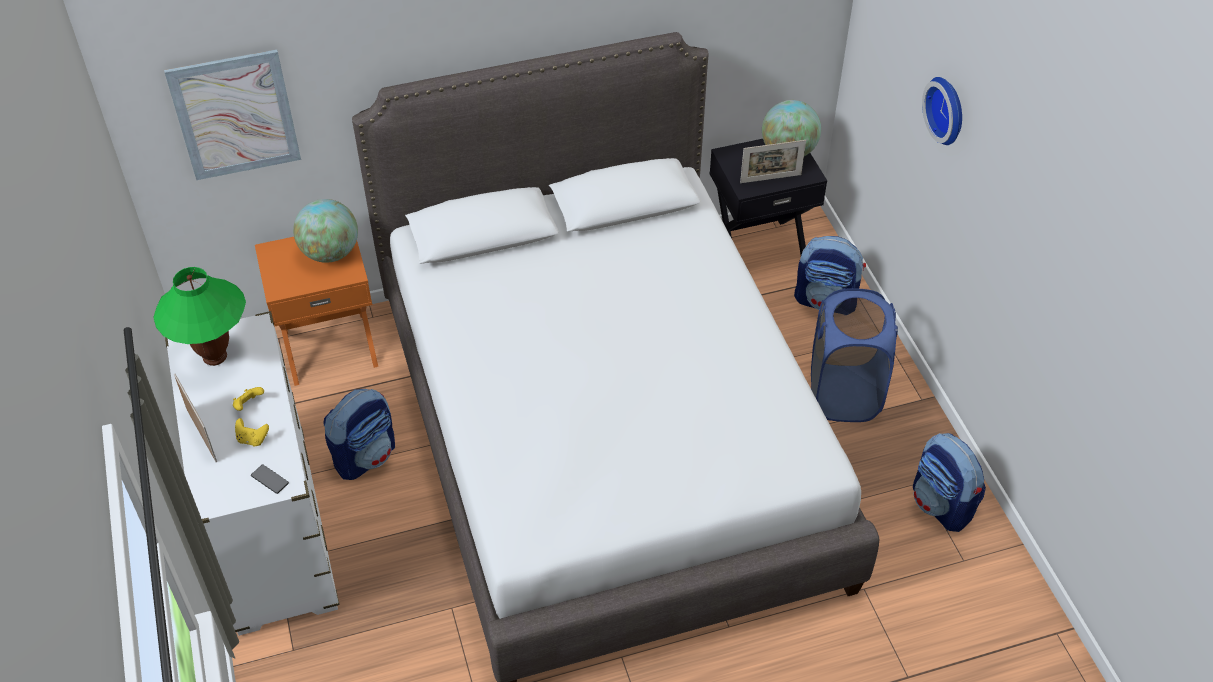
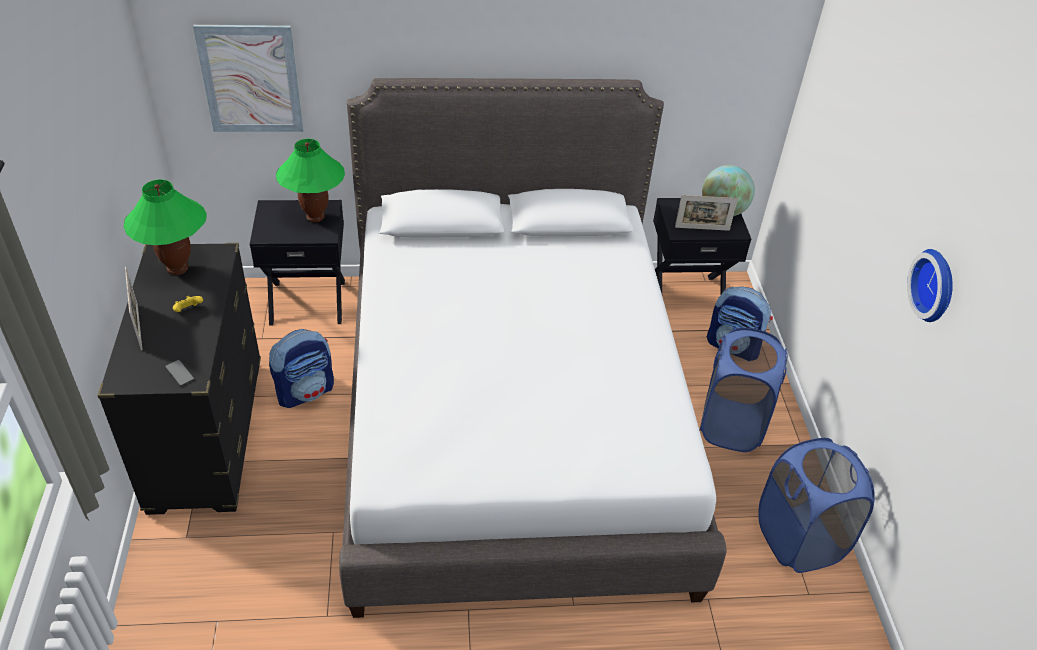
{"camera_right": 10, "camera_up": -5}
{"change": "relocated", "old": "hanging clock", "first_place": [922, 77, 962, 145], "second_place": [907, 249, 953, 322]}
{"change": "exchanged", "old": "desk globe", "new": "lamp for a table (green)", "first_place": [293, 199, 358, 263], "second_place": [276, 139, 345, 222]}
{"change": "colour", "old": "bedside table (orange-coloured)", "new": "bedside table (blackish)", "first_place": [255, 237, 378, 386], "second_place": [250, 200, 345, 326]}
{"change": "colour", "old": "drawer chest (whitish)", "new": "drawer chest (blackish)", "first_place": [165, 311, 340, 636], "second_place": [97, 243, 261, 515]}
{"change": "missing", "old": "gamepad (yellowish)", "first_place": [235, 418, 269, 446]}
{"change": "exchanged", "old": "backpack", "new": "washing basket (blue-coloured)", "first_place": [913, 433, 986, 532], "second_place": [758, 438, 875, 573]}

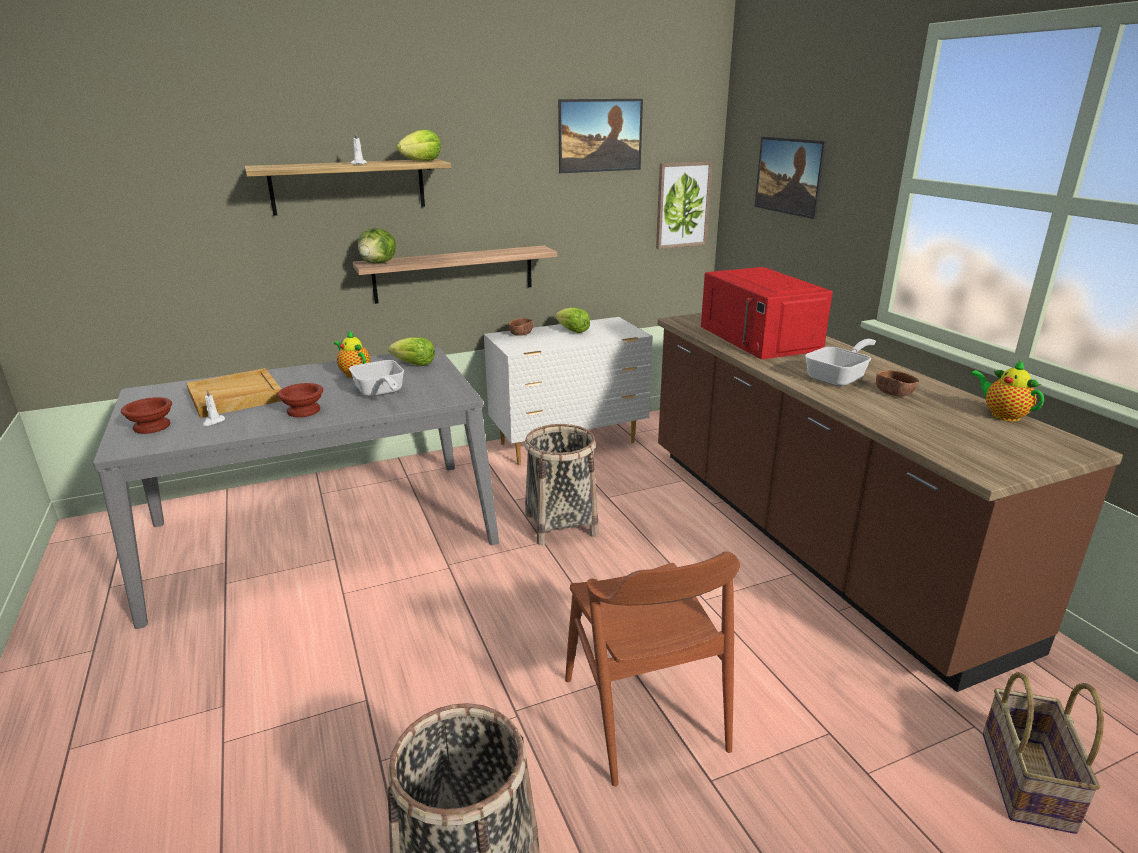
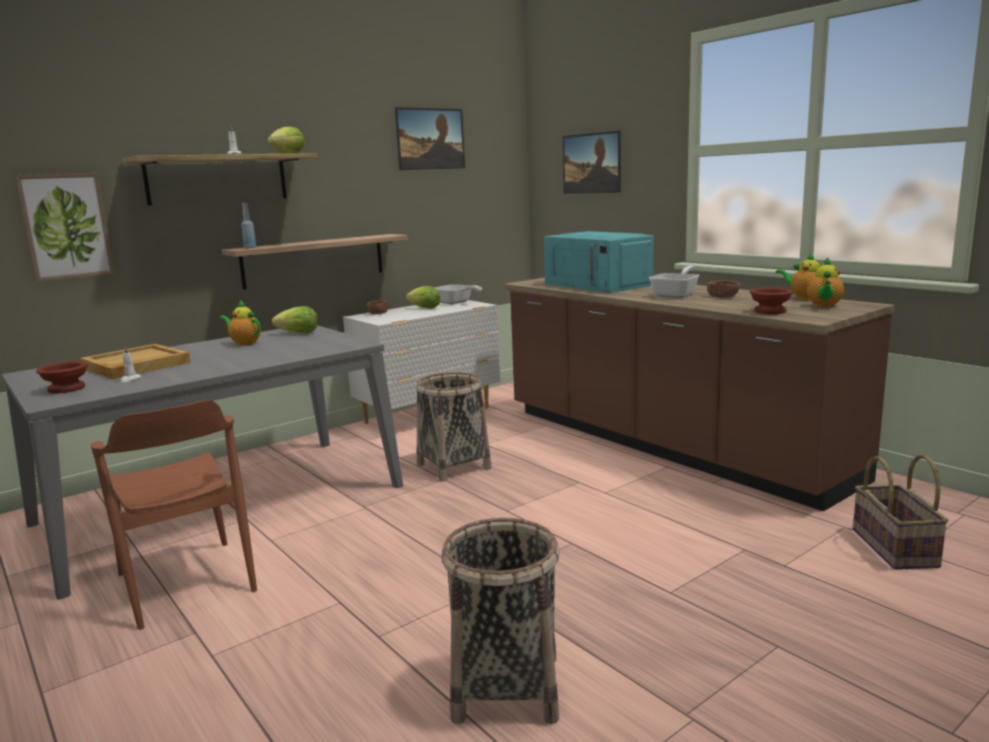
{"camera_right": -15, "camera_up": -10}
{"change": "relocated", "old": "wall art", "first_place": [656, 161, 712, 249], "second_place": [14, 173, 115, 282]}
{"change": "exchanged", "old": "lettuce", "new": "bottle (blue-coloured)", "first_place": [358, 228, 396, 264], "second_place": [241, 203, 256, 248]}
{"change": "colour", "old": "microwave (red)", "new": "microwave (turquoise)", "first_place": [701, 267, 833, 359], "second_place": [544, 231, 654, 293]}
{"change": "relocated", "old": "skillet", "first_place": [349, 360, 404, 397], "second_place": [433, 284, 482, 304]}
{"change": "relocated", "old": "deep dish (brown)", "first_place": [278, 383, 323, 417], "second_place": [750, 287, 793, 314]}
{"change": "relocated", "old": "chair (brown)", "first_place": [565, 551, 740, 786], "second_place": [90, 400, 257, 630]}
{"change": "appeared", "new": "teapot", "second_place": [807, 257, 844, 308]}

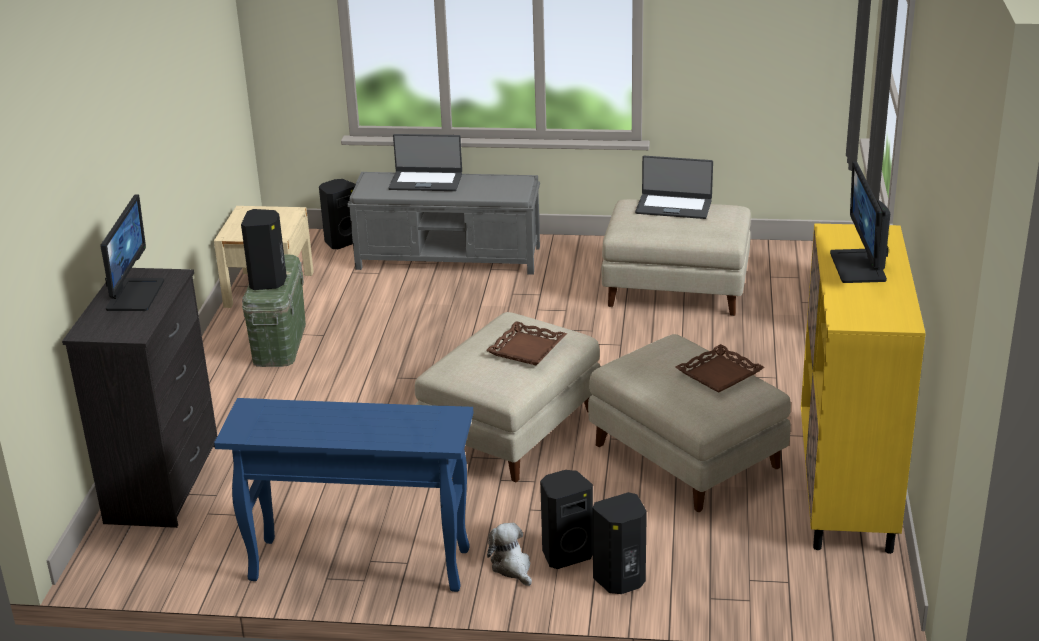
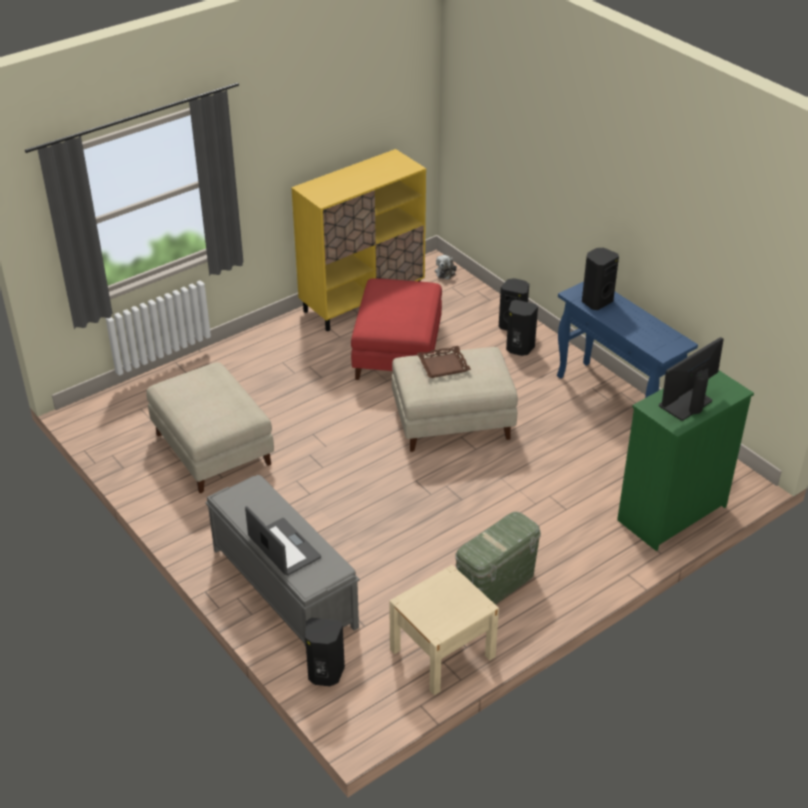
{"camera_right": -135, "camera_up": 10}
{"change": "missing", "old": "portable computer", "first_place": [635, 156, 713, 219]}
{"change": "missing", "old": "monitor", "first_place": [830, 161, 890, 283]}
{"change": "relocated", "old": "loudspeaker (blackish)", "first_place": [241, 209, 287, 290], "second_place": [582, 248, 619, 310]}
{"change": "colour", "old": "drawer chest (blackish)", "new": "drawer chest (green)", "first_place": [62, 268, 217, 528], "second_place": [617, 370, 754, 551]}
{"change": "colour", "old": "ottoman (beige)", "new": "ottoman (red)", "first_place": [588, 334, 791, 512], "second_place": [351, 278, 442, 380]}
{"change": "missing", "old": "carrying tray (brown)", "first_place": [675, 344, 765, 393]}
{"change": "relocated", "old": "plush toy", "first_place": [487, 523, 532, 586], "second_place": [435, 255, 457, 280]}

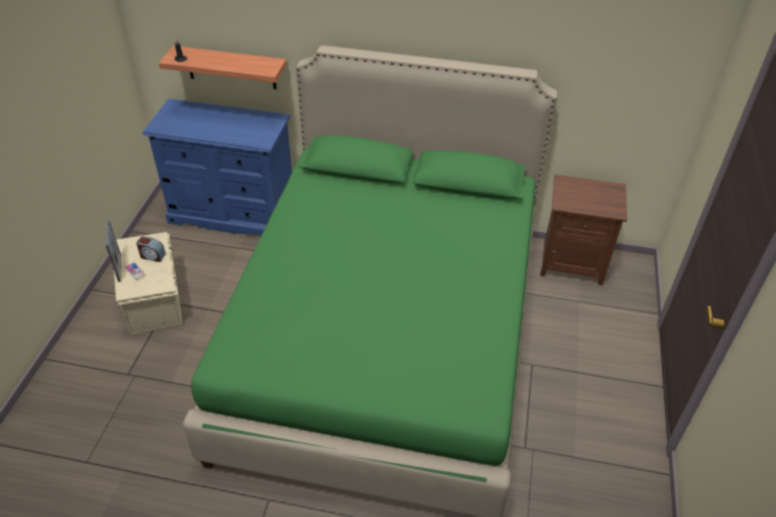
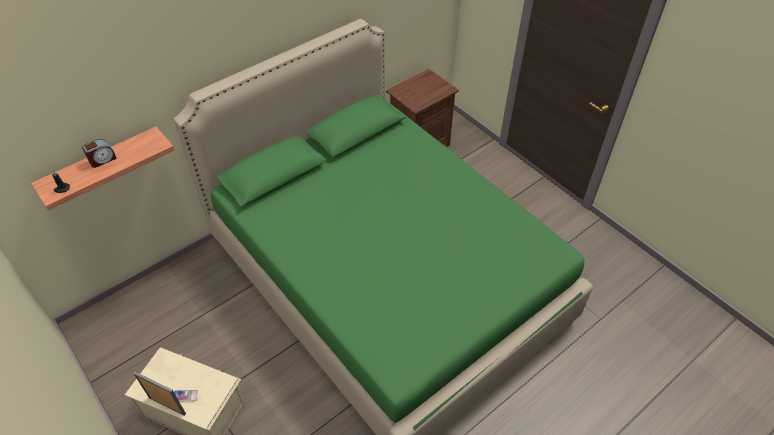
{"camera_right": -50, "camera_up": 5}
{"change": "missing", "old": "drawer chest (blue-coloured)", "first_place": [143, 99, 292, 235]}
{"change": "relocated", "old": "alarm clock", "first_place": [136, 236, 166, 262], "second_place": [82, 139, 117, 168]}

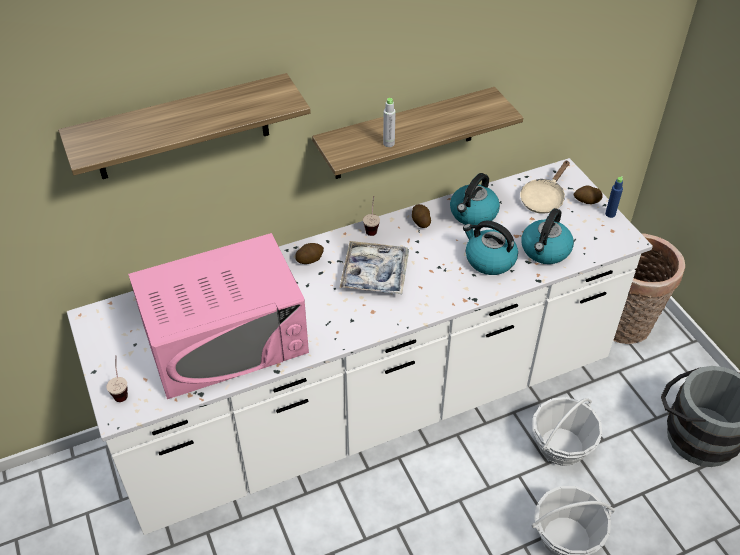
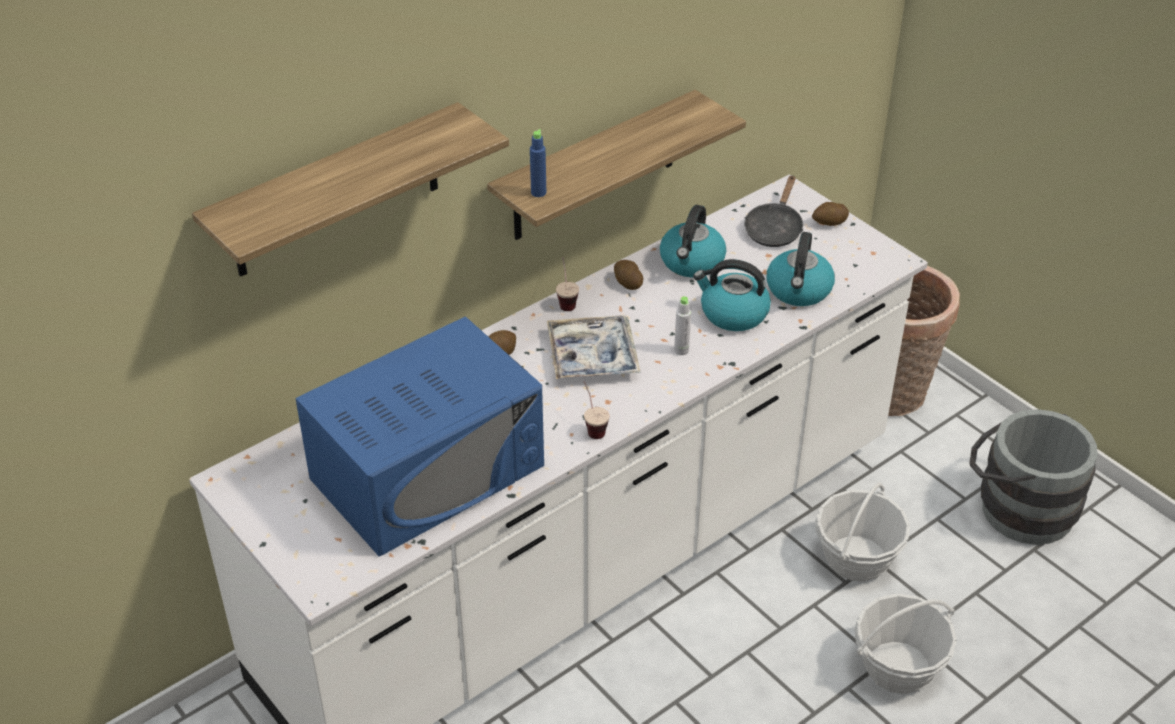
{"camera_right": -15, "camera_up": -5}
{"change": "relocated", "old": "bottle (gray)", "first_place": [383, 98, 396, 147], "second_place": [674, 296, 691, 355]}
{"change": "colour", "old": "skillet (beige)", "new": "skillet (blackish)", "first_place": [520, 160, 569, 214], "second_place": [744, 175, 803, 247]}
{"change": "relocated", "old": "bottle (blue-coloured)", "first_place": [605, 176, 623, 218], "second_place": [530, 129, 546, 197]}
{"change": "colour", "old": "microwave (pink)", "new": "microwave (blue-coloured)", "first_place": [128, 233, 309, 399], "second_place": [295, 316, 544, 556]}
{"change": "relocated", "old": "drinking cup", "first_place": [106, 355, 128, 402], "second_place": [584, 381, 610, 439]}

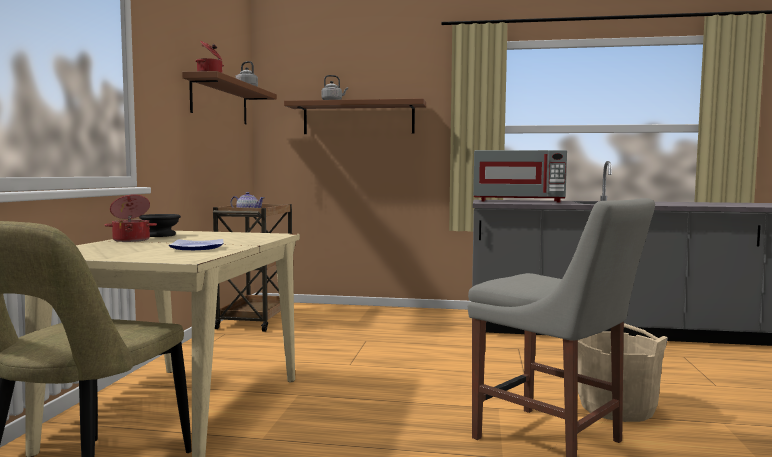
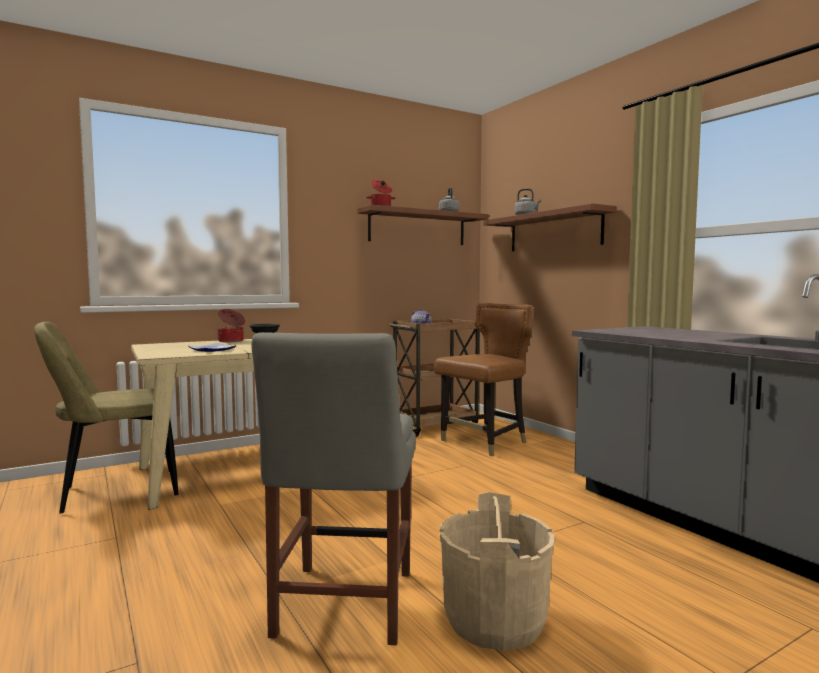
{"camera_right": 50, "camera_up": 0}
{"change": "missing", "old": "microwave (gray)", "first_place": [473, 150, 567, 203]}
{"change": "appeared", "new": "chair (brown)", "second_place": [434, 303, 533, 456]}

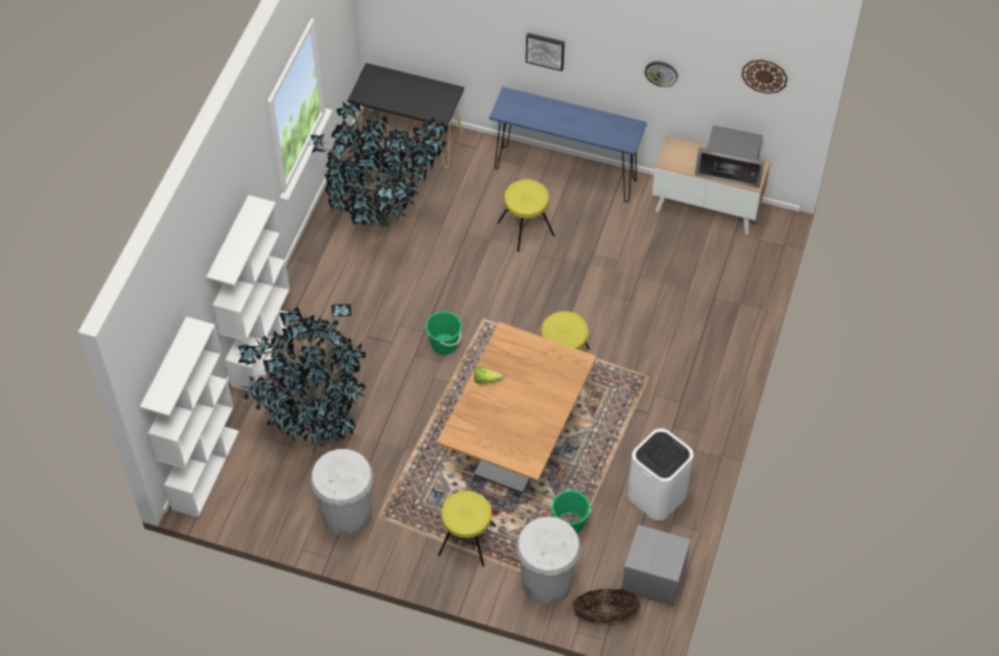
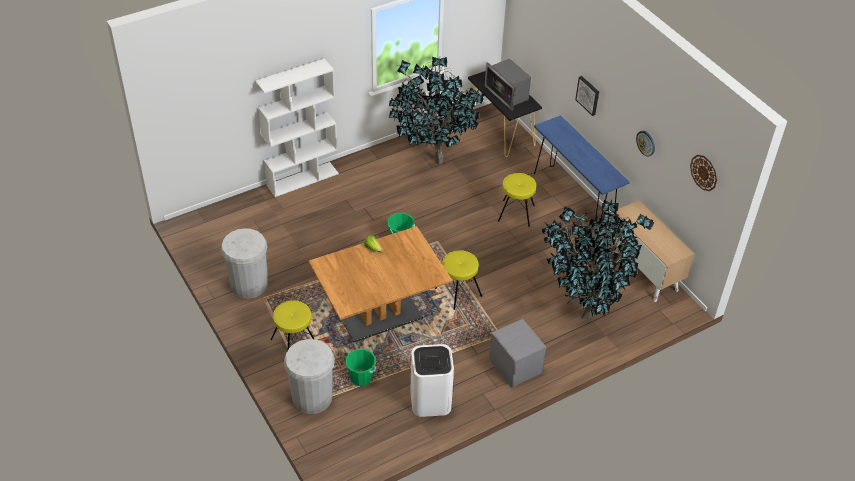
{"camera_right": 40, "camera_up": -10}
{"change": "relocated", "old": "microwave", "first_place": [695, 125, 765, 189], "second_place": [485, 58, 531, 111]}
{"change": "relocated", "old": "plant in a pot", "first_place": [237, 304, 366, 452], "second_place": [542, 199, 654, 319]}
{"change": "missing", "old": "bookshelf (whitish)", "first_place": [140, 317, 239, 518]}
{"change": "relocated", "old": "bedside table (gray)", "first_place": [622, 524, 691, 606], "second_place": [489, 319, 546, 388]}
{"change": "missing", "old": "basket", "first_place": [573, 588, 640, 623]}

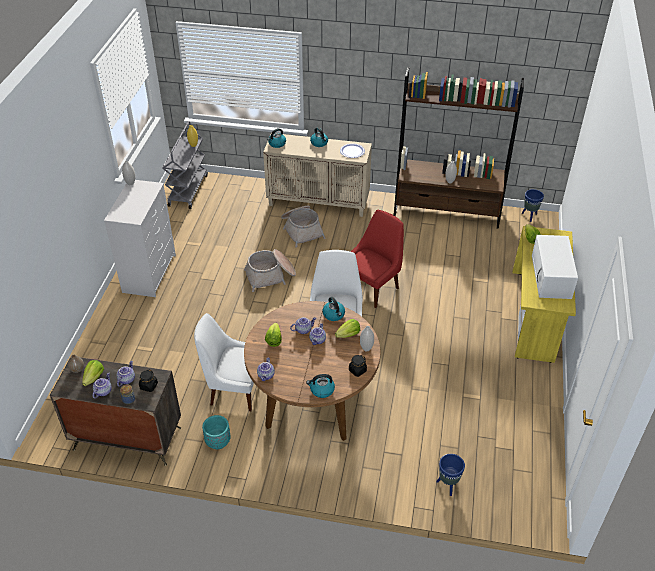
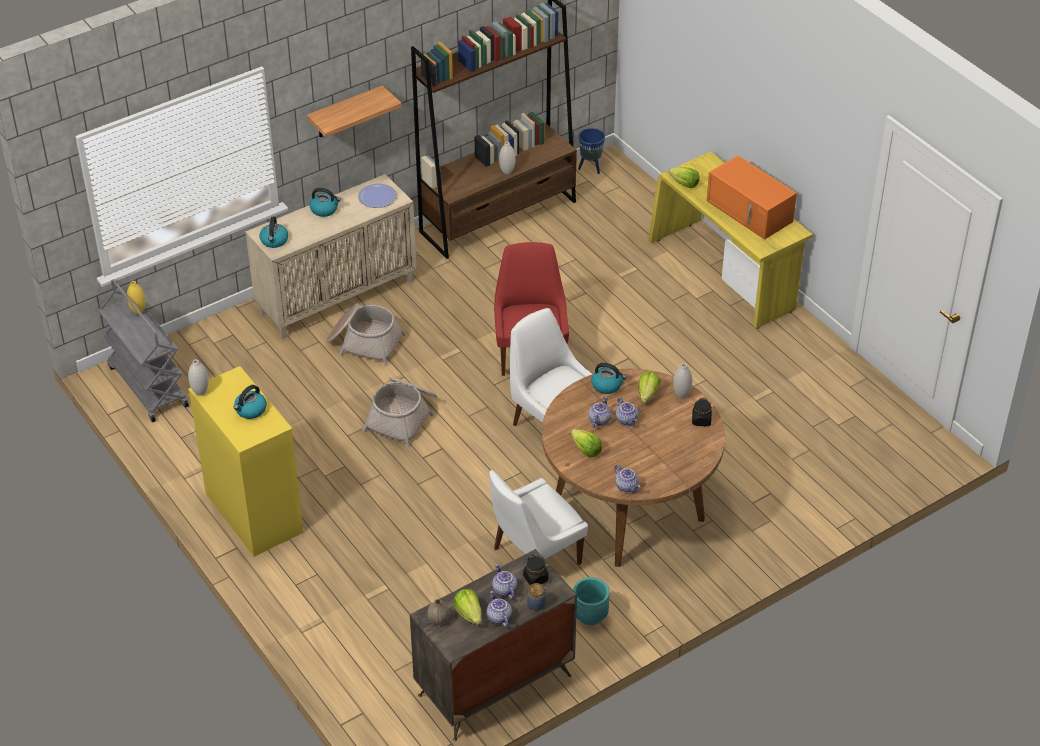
{"camera_right": -45, "camera_up": 0}
{"change": "colour", "old": "drawer chest (whitish)", "new": "drawer chest (yellowish)", "first_place": [104, 180, 176, 297], "second_place": [188, 366, 304, 557]}
{"change": "colour", "old": "microwave (whitish)", "new": "microwave (orange-coloured)", "first_place": [532, 235, 578, 299], "second_place": [707, 156, 797, 240]}
{"change": "relocated", "old": "kettle", "first_place": [306, 374, 335, 398], "second_place": [234, 385, 267, 419]}
{"change": "missing", "old": "planter (blue-coloured)", "first_place": [436, 454, 465, 496]}
{"change": "appeared", "new": "bracket shelf", "second_place": [307, 85, 402, 137]}

